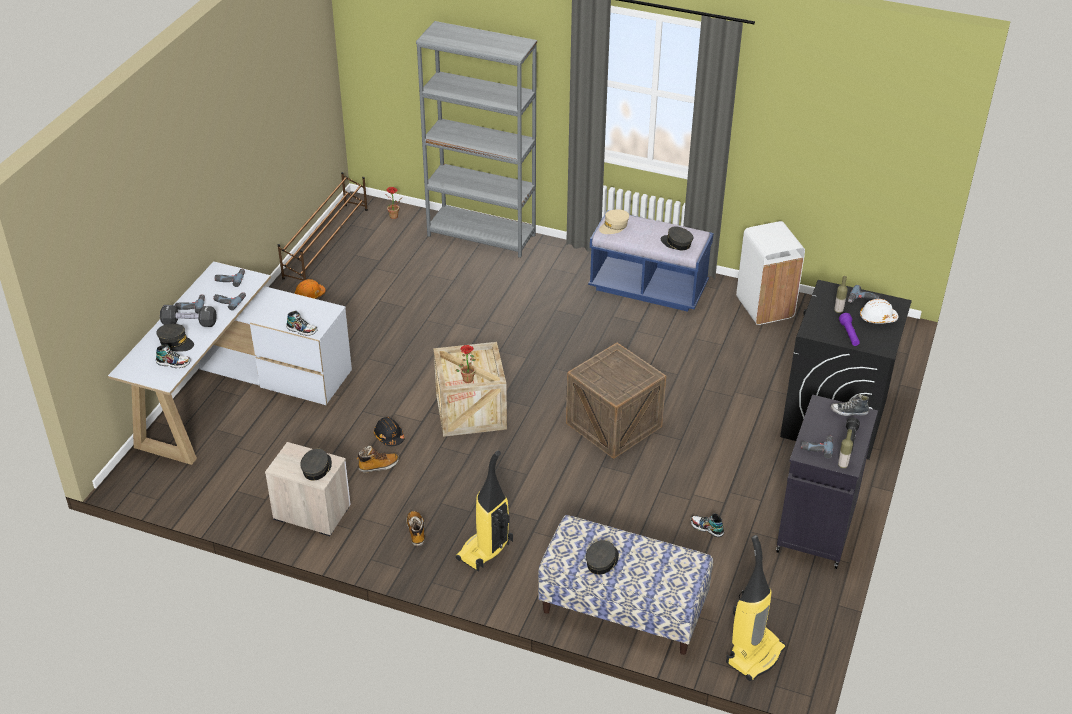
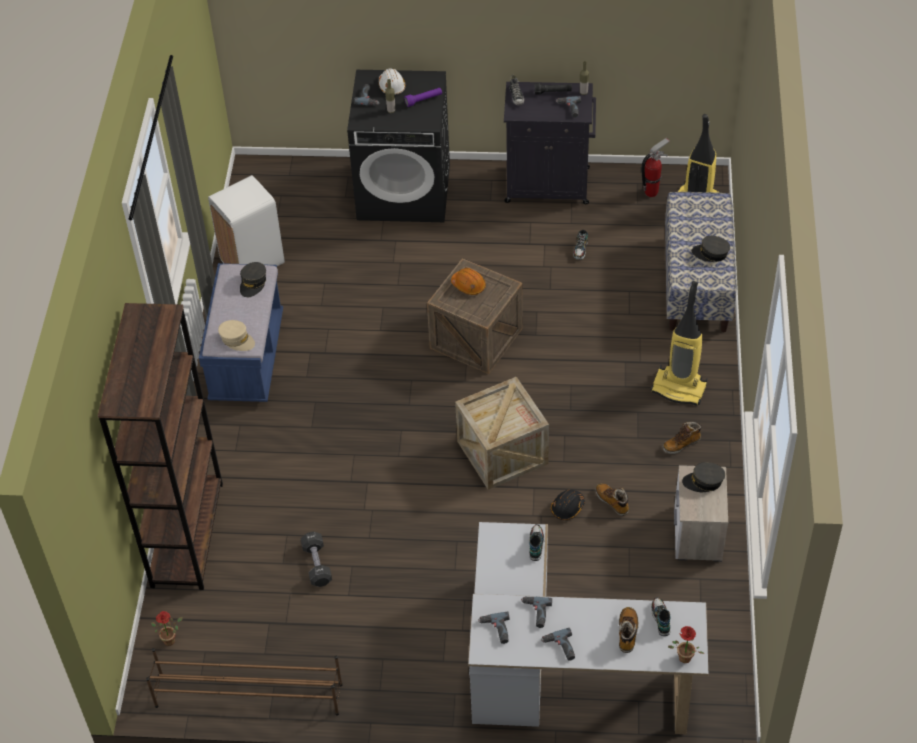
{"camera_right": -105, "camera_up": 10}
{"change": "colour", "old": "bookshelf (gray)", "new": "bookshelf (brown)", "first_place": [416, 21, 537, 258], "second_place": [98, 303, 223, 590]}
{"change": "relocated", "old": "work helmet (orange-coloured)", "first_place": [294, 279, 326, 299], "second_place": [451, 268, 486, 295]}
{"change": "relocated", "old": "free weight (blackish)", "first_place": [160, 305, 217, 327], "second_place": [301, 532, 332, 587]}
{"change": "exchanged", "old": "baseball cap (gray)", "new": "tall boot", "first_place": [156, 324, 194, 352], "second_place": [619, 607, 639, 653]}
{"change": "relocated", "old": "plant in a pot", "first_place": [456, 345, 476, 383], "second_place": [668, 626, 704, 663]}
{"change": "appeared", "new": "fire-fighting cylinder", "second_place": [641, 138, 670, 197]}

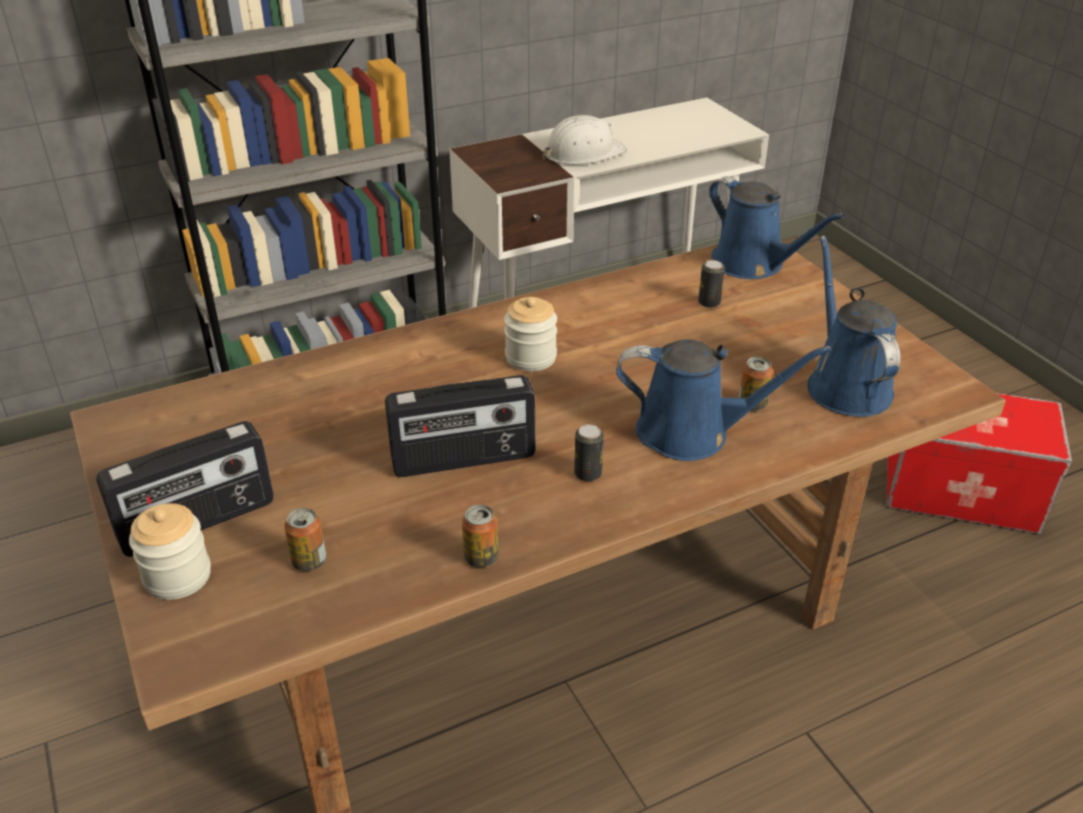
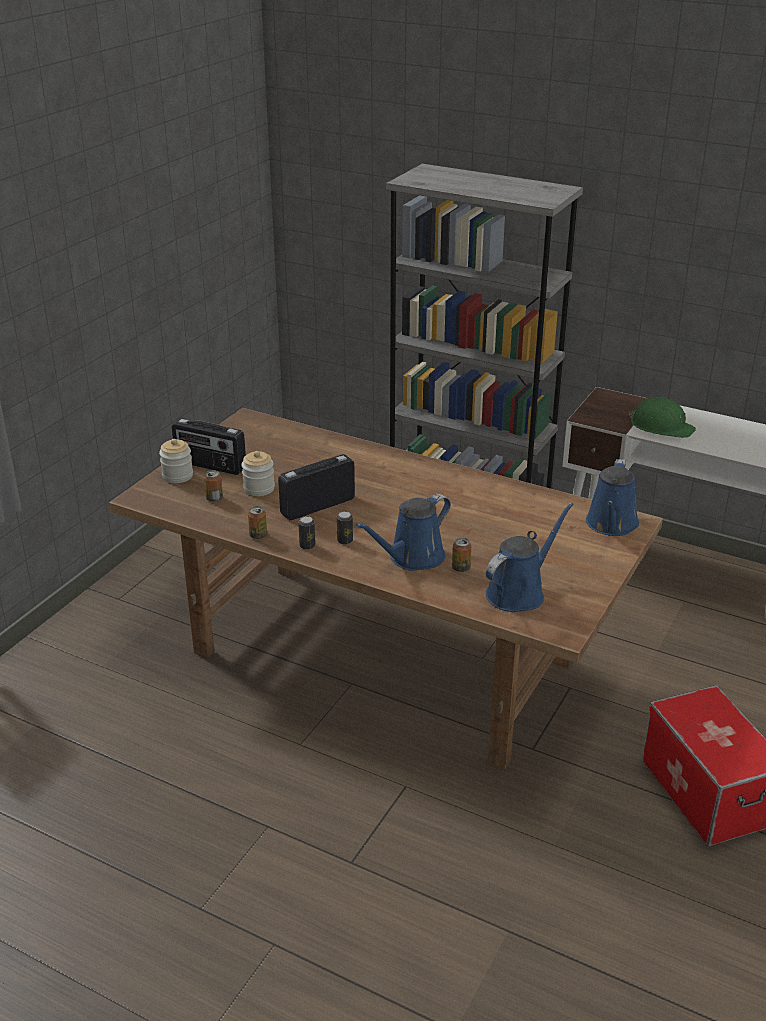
{"camera_right": 55, "camera_up": -5}
{"change": "colour", "old": "work helmet (whitish)", "new": "work helmet (green)", "first_place": [543, 115, 627, 165], "second_place": [629, 397, 696, 438]}
{"change": "relocated", "old": "metal can", "first_place": [698, 260, 725, 308], "second_place": [298, 516, 315, 550]}
{"change": "relocated", "old": "preserve jar", "first_place": [504, 297, 557, 371], "second_place": [241, 451, 275, 496]}
{"change": "spun", "old": "sprinkling can (blue-coloured)", "first_place": [616, 339, 832, 461], "second_place": [356, 494, 451, 571], "degrees": 75}
{"change": "spun", "old": "radio", "first_place": [385, 375, 535, 477], "second_place": [278, 454, 355, 520], "degrees": 105}

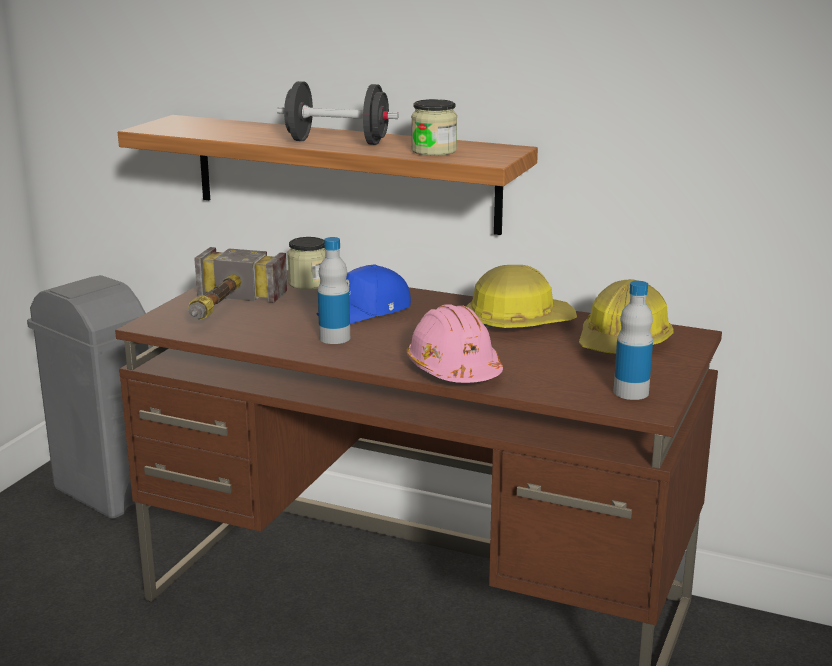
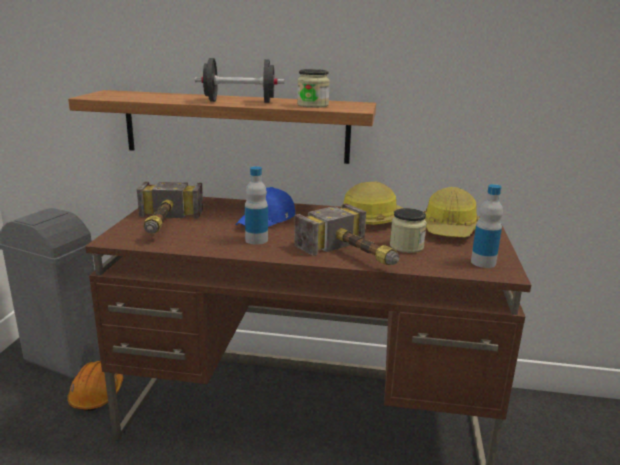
{"camera_right": -15, "camera_up": 0}
{"change": "relocated", "old": "preserve jar", "first_place": [287, 237, 326, 290], "second_place": [390, 208, 427, 253]}
{"change": "exchanged", "old": "work helmet (pink)", "new": "hand hammer", "first_place": [406, 304, 503, 383], "second_place": [294, 204, 399, 265]}
{"change": "appeared", "new": "work helmet (orange-coloured)", "second_place": [67, 361, 123, 411]}

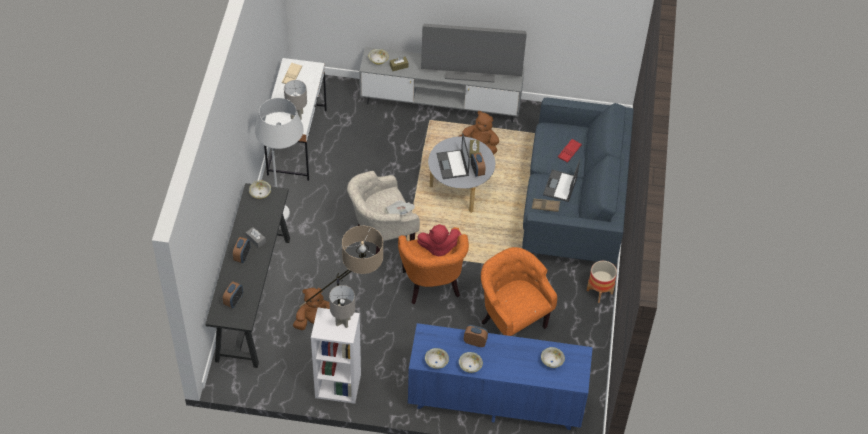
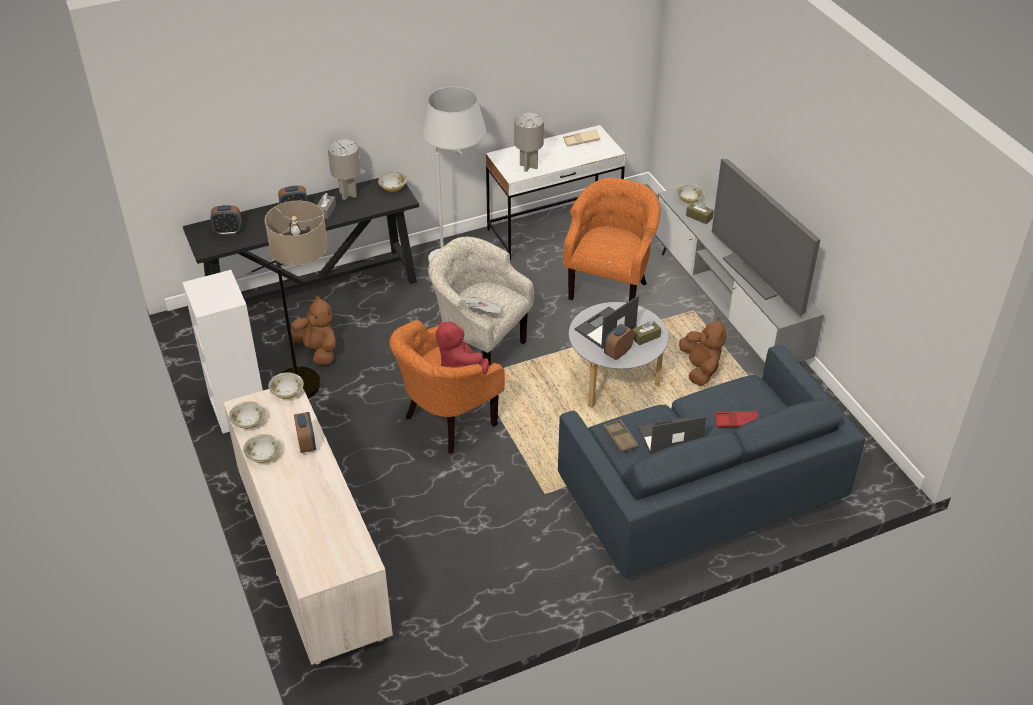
{"camera_right": 60, "camera_up": -10}
{"change": "relocated", "old": "easy chair (orange-coloured)", "first_place": [481, 247, 557, 336], "second_place": [563, 178, 661, 301]}
{"change": "missing", "old": "planter", "first_place": [587, 261, 617, 303]}
{"change": "relocated", "old": "lamp for a table (gray)", "first_place": [329, 285, 355, 328], "second_place": [328, 139, 361, 200]}
{"change": "colour", "old": "drawer chest (blue-coloured)", "new": "drawer chest (beige)", "first_place": [408, 323, 593, 430], "second_place": [223, 388, 393, 665]}
{"change": "relocated", "old": "deep dish", "first_place": [541, 347, 565, 368], "second_place": [268, 372, 304, 399]}

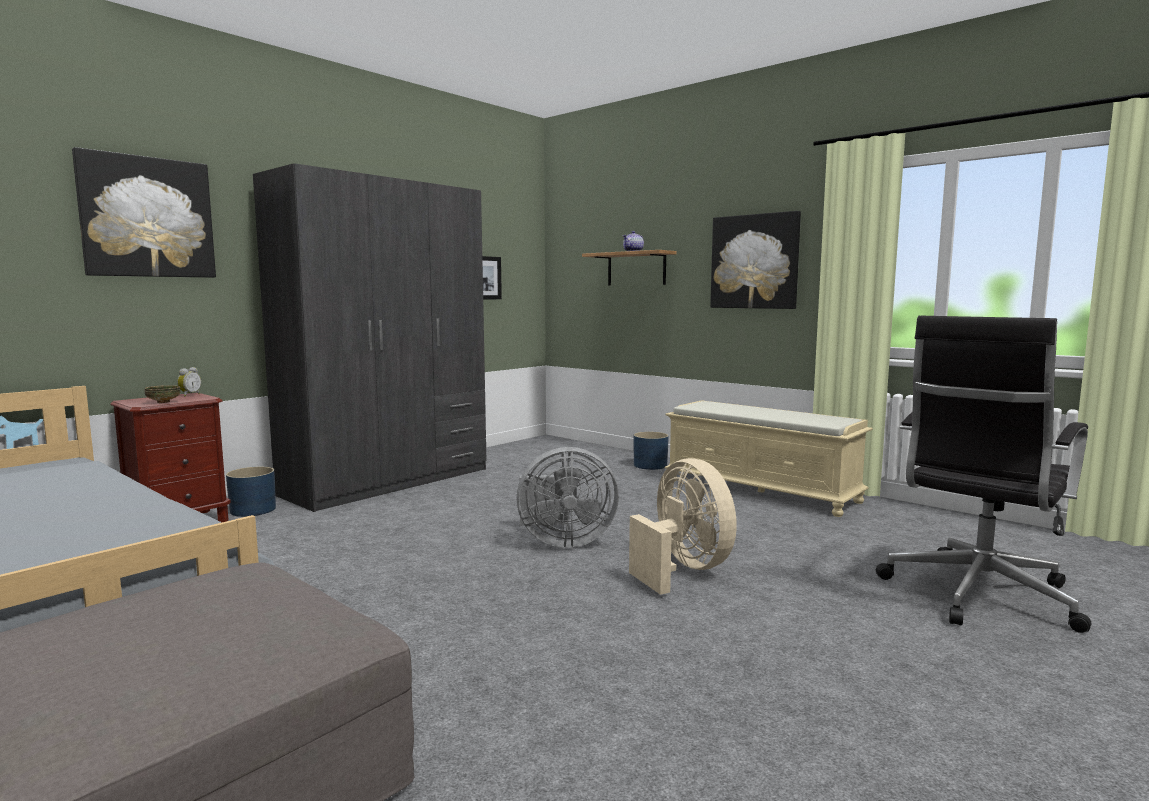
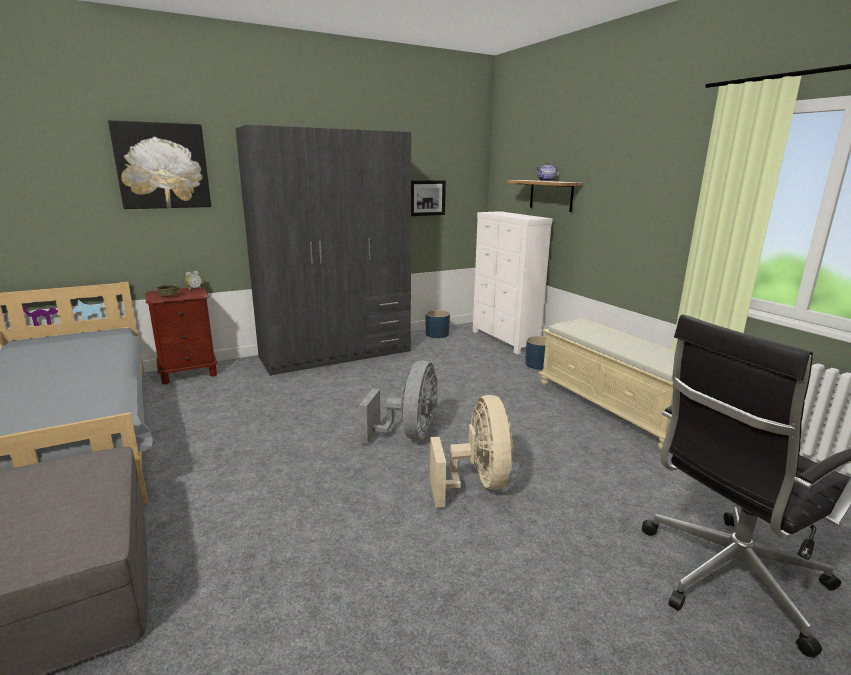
{"camera_right": 20, "camera_up": 10}
{"change": "missing", "old": "wall art", "first_place": [710, 211, 801, 309]}
{"change": "spun", "old": "fan (gray)", "first_place": [517, 447, 619, 548], "second_place": [359, 360, 438, 444], "degrees": -90}
{"change": "relocated", "old": "planter (blue-coloured)", "first_place": [226, 467, 276, 517], "second_place": [426, 310, 450, 338]}
{"change": "appeared", "new": "drawer chest (whitish)", "second_place": [473, 211, 552, 354]}

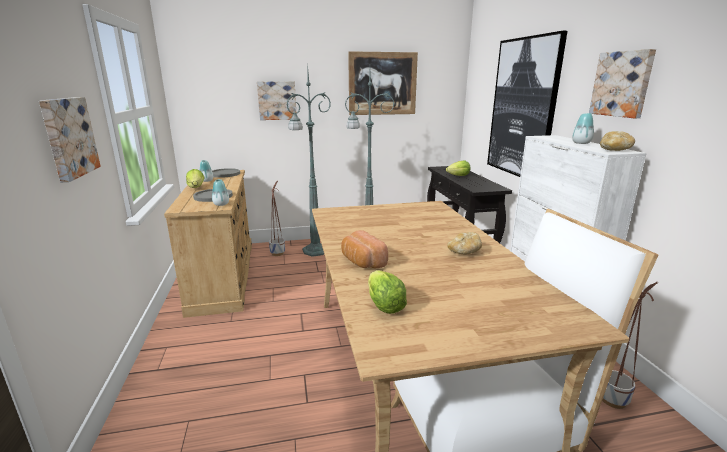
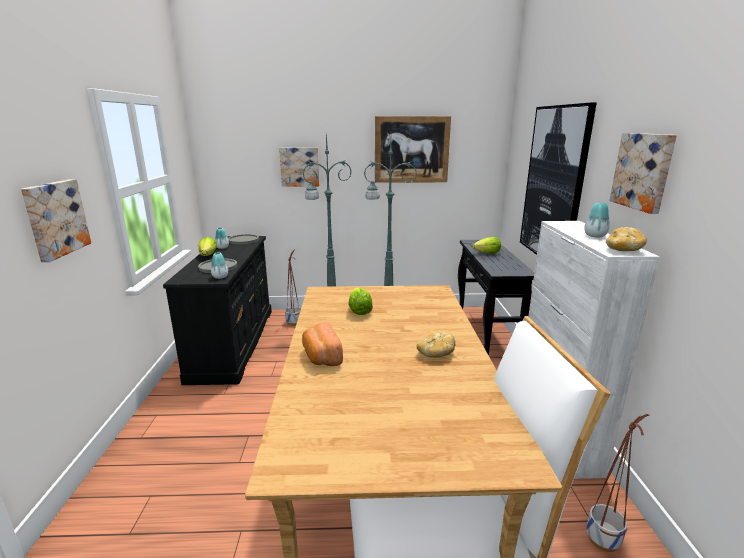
{"camera_right": 10, "camera_up": 0}
{"change": "colour", "old": "drawer chest (beige)", "new": "drawer chest (blackish)", "first_place": [164, 170, 252, 318], "second_place": [163, 236, 272, 385]}
{"change": "relocated", "old": "lettuce", "first_place": [368, 270, 407, 314], "second_place": [349, 287, 373, 315]}

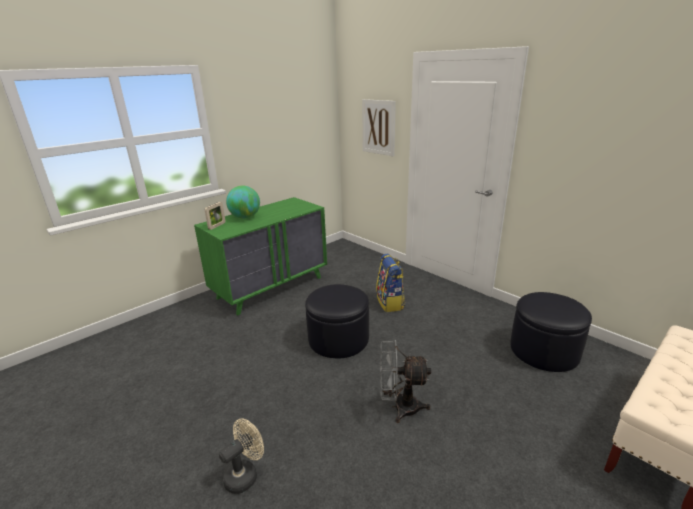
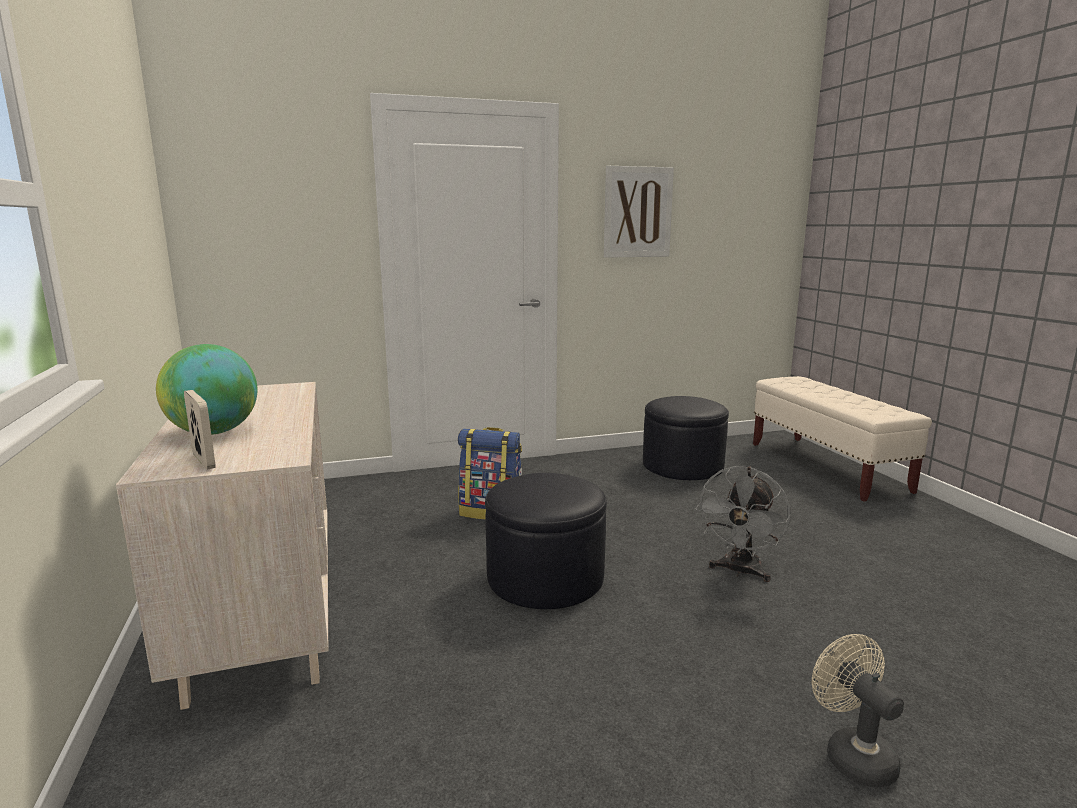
{"camera_right": -65, "camera_up": -10}
{"change": "relocated", "old": "wall art", "first_place": [362, 99, 396, 156], "second_place": [604, 166, 674, 258]}
{"change": "colour", "old": "drawer chest (green)", "new": "drawer chest (beige)", "first_place": [194, 197, 327, 316], "second_place": [116, 382, 328, 710]}

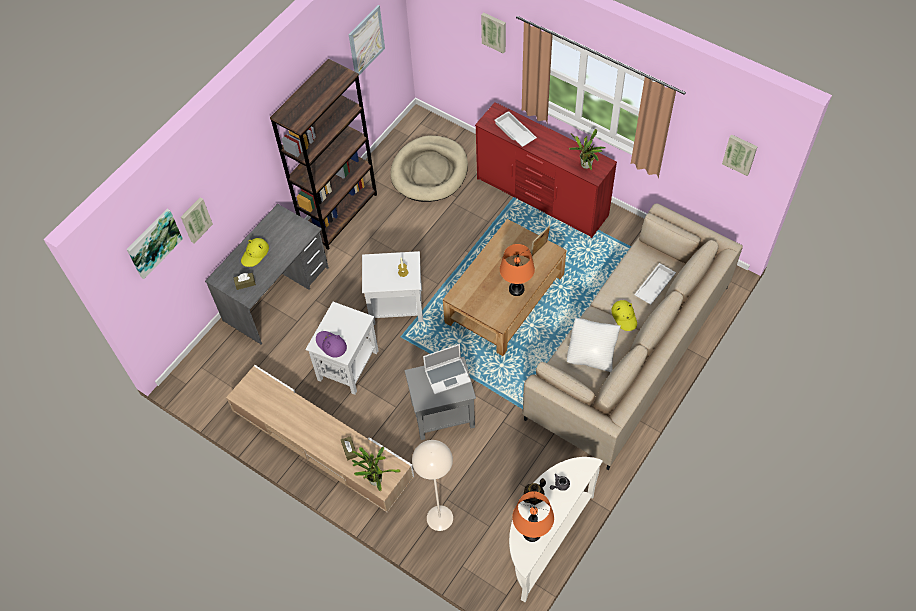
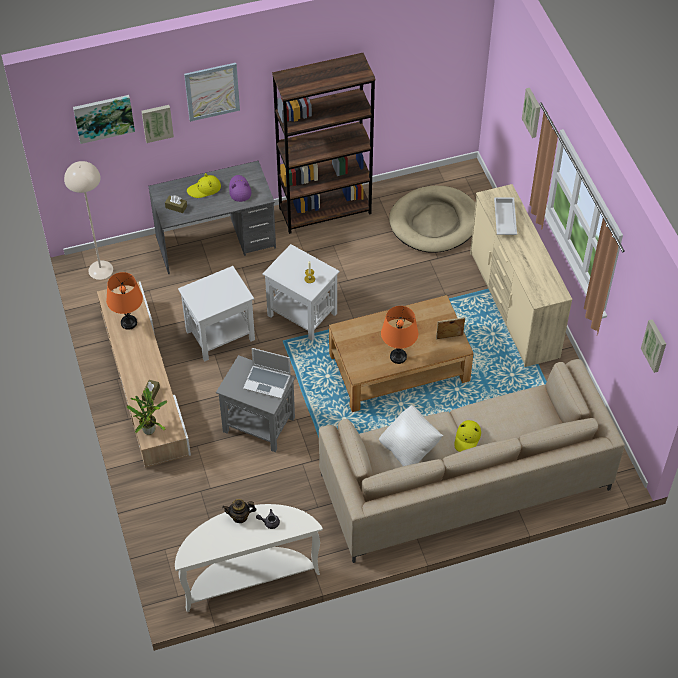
{"camera_right": 35, "camera_up": -5}
{"change": "relocated", "old": "wall art", "first_place": [349, 5, 385, 75], "second_place": [184, 63, 240, 122]}
{"change": "colour", "old": "drawer chest (red)", "new": "drawer chest (beige)", "first_place": [475, 102, 617, 238], "second_place": [470, 184, 572, 367]}
{"change": "missing", "old": "plant in a pot", "first_place": [569, 129, 606, 171]}
{"change": "missing", "old": "carrying tray (whitish)", "first_place": [634, 263, 676, 305]}
{"change": "relocated", "old": "clothing hat (purple)", "first_place": [316, 331, 347, 358], "second_place": [229, 175, 251, 202]}
{"change": "relocated", "old": "standard lamp (beige)", "first_place": [412, 440, 453, 531], "second_place": [64, 161, 113, 280]}
{"change": "relocated", "old": "lamp for a table (orange-coloured)", "first_place": [512, 491, 554, 542], "second_place": [106, 272, 143, 330]}

